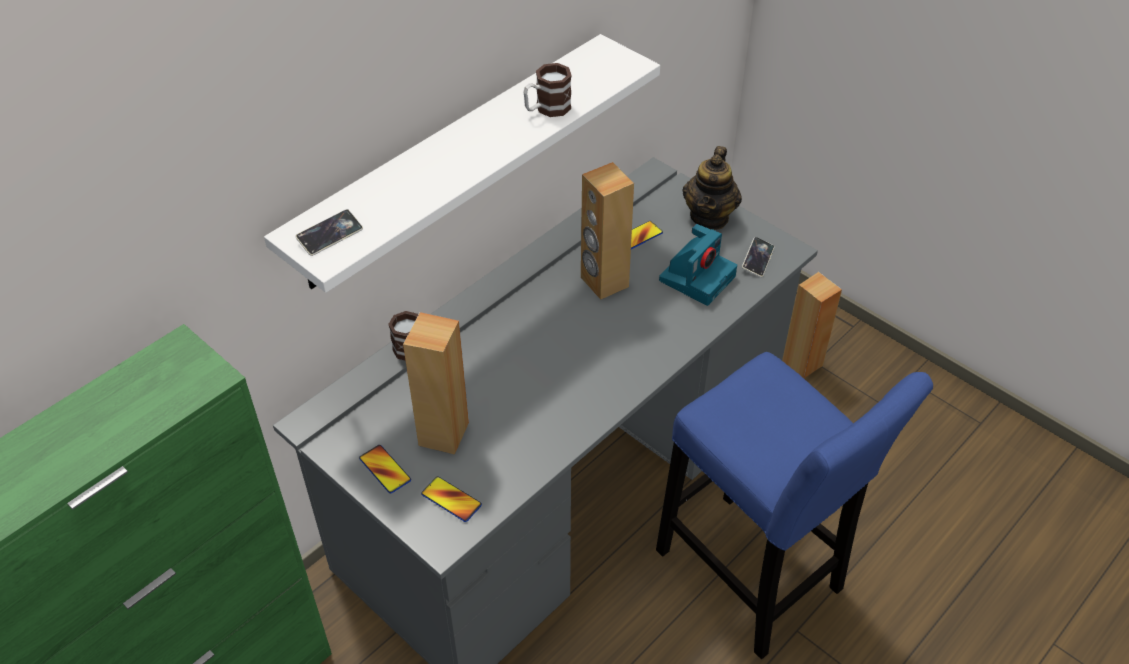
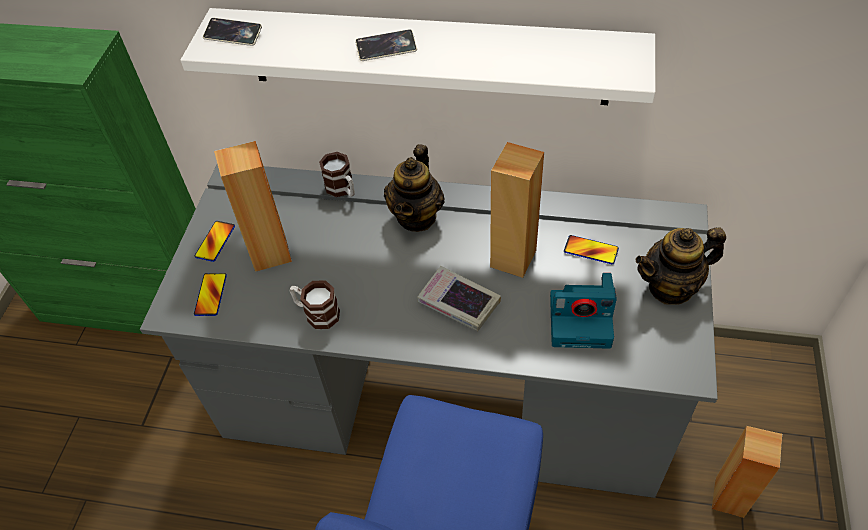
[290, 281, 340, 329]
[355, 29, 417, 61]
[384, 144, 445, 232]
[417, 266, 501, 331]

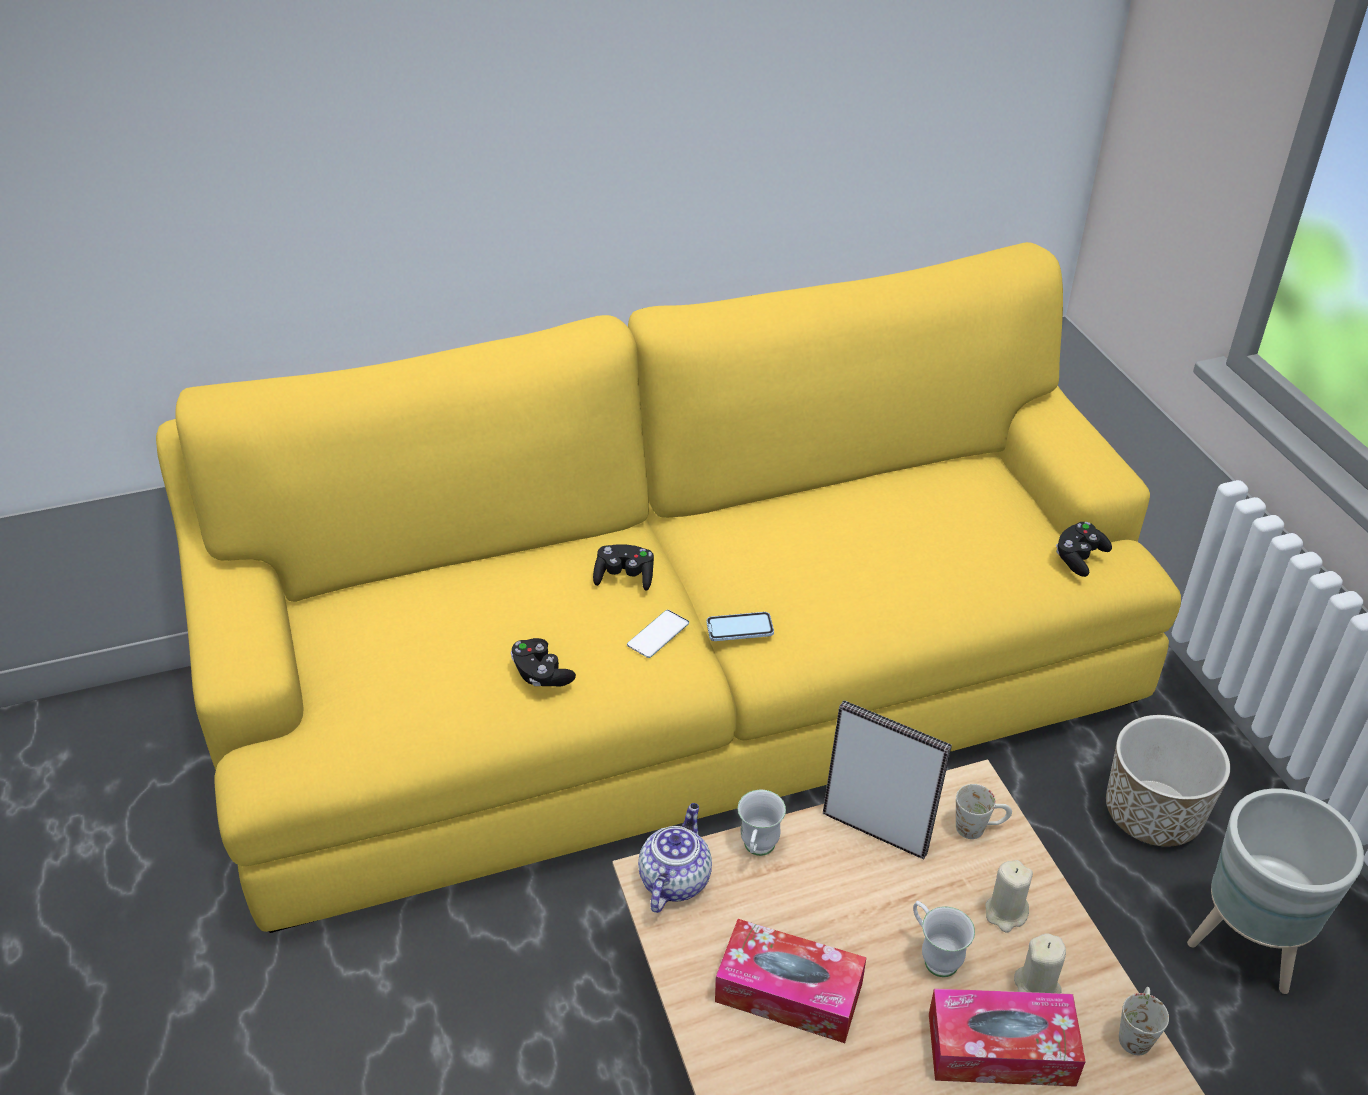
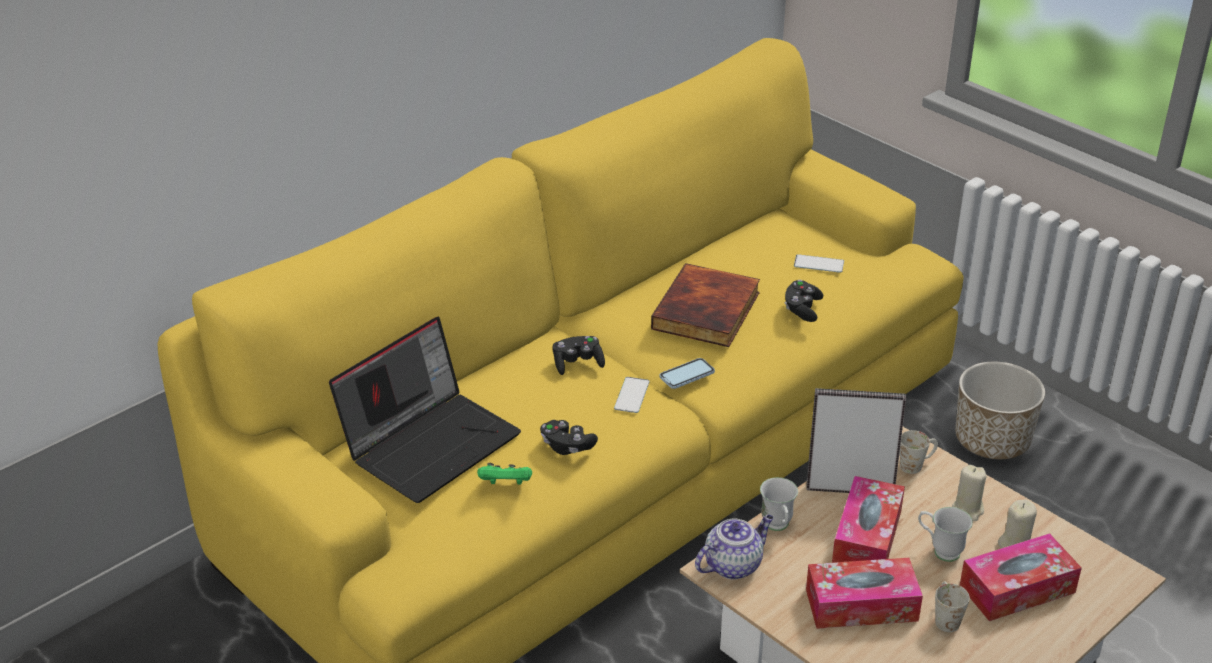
[695, 515, 774, 580]
[785, 280, 823, 322]
[935, 581, 970, 632]
[1187, 789, 1364, 994] (first image)
[329, 317, 521, 503]
[477, 463, 532, 485]
[651, 263, 760, 347]
[794, 254, 844, 273]
[832, 476, 905, 563]

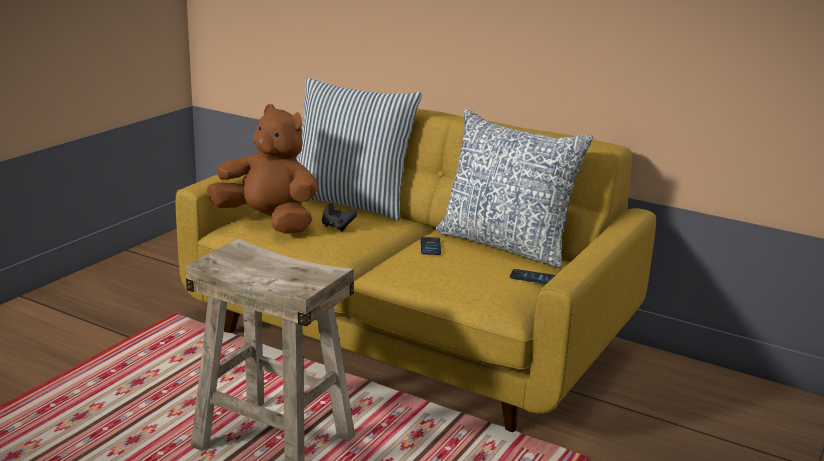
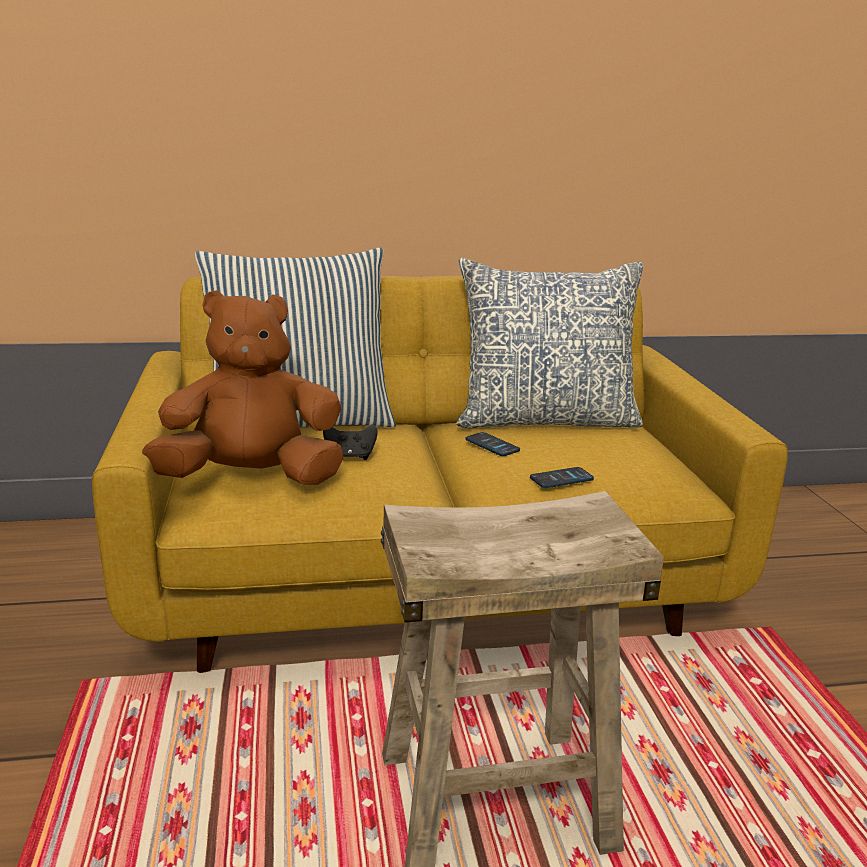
[530, 467, 594, 488]

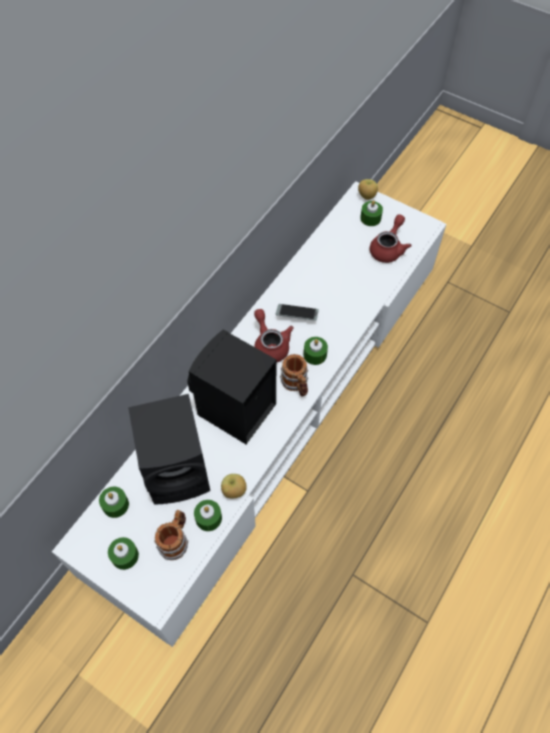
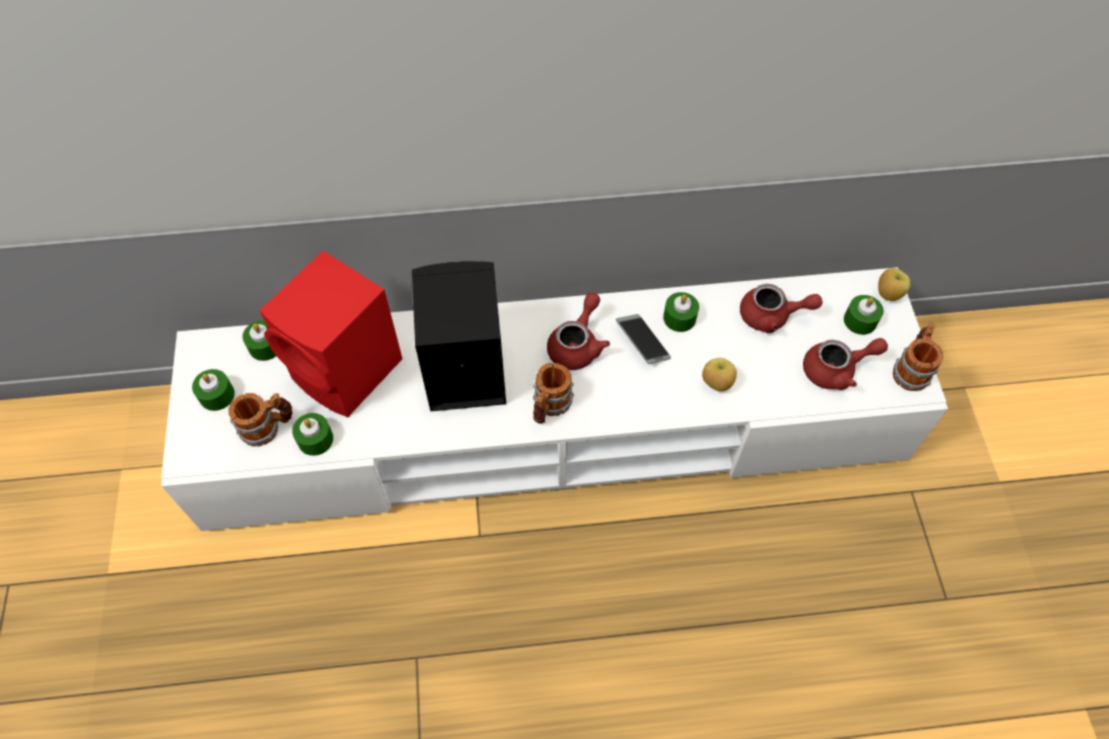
[260, 251, 403, 417]
[702, 358, 737, 392]
[663, 292, 699, 332]
[740, 284, 823, 333]
[893, 323, 943, 391]

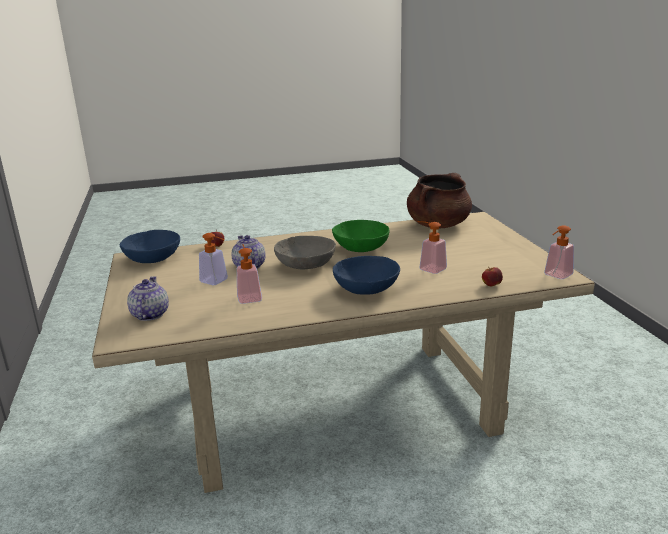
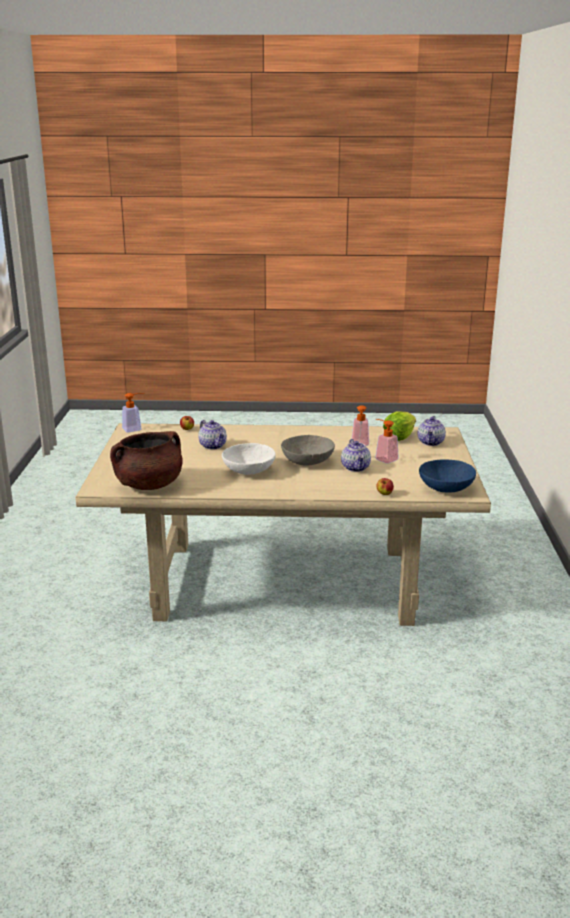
[222, 443, 276, 475]
[333, 256, 400, 295] (first image)
[198, 420, 227, 450]
[383, 411, 416, 441]

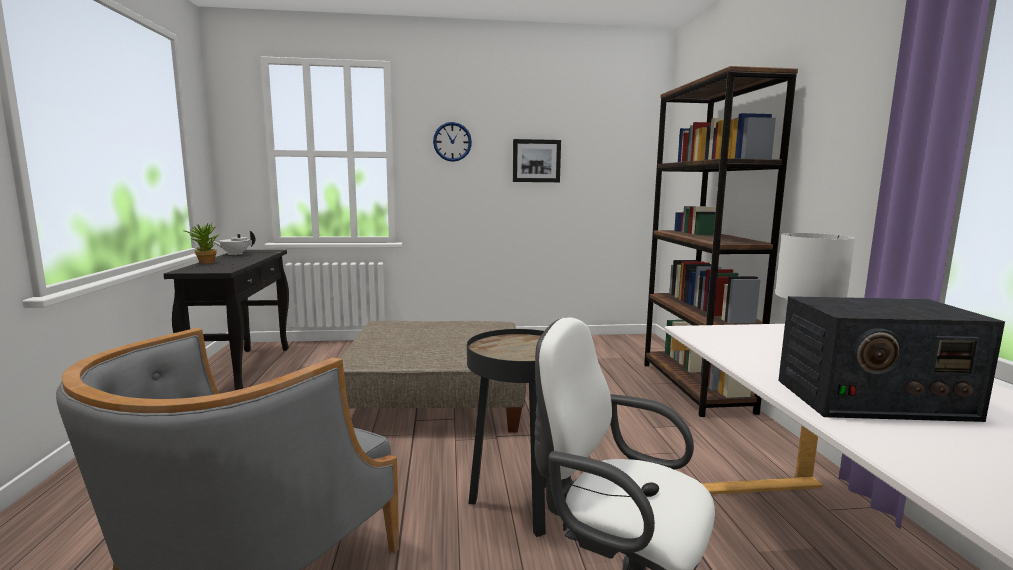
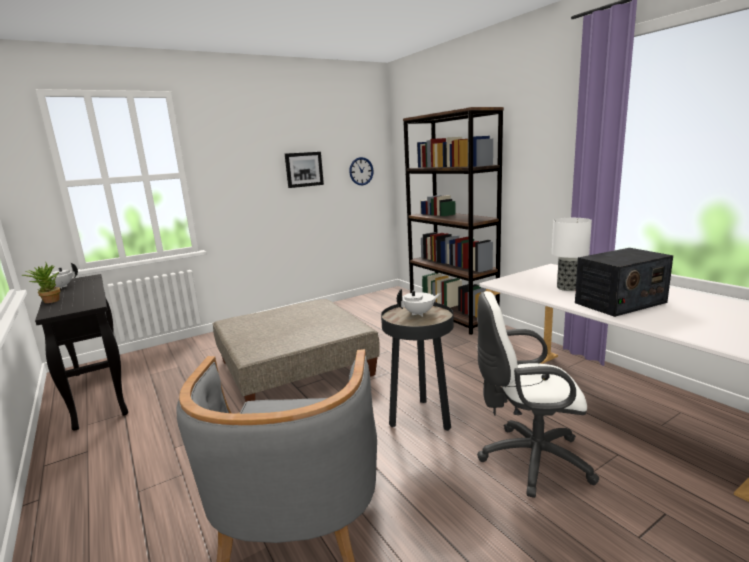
[349, 157, 374, 185]
[397, 289, 441, 317]

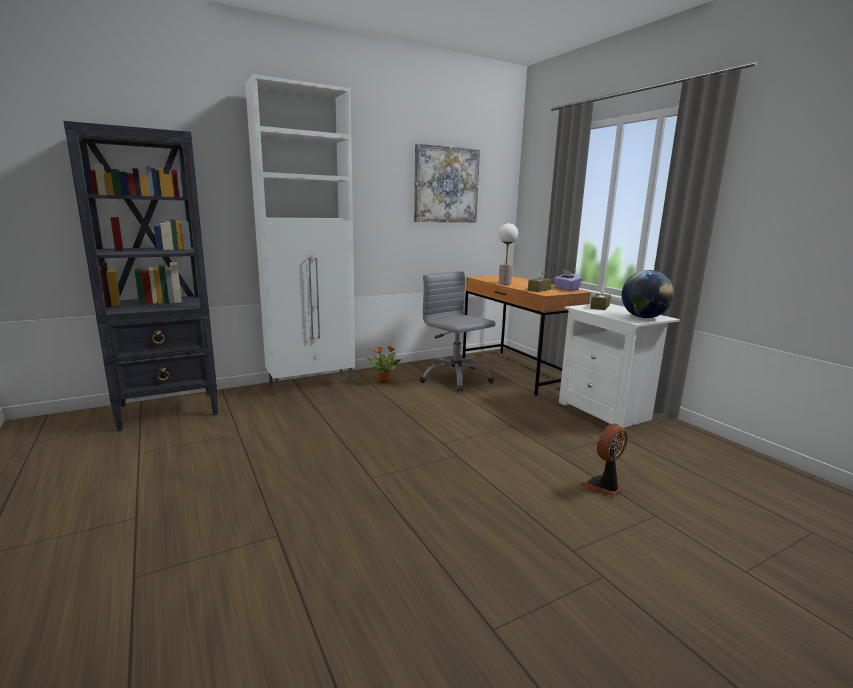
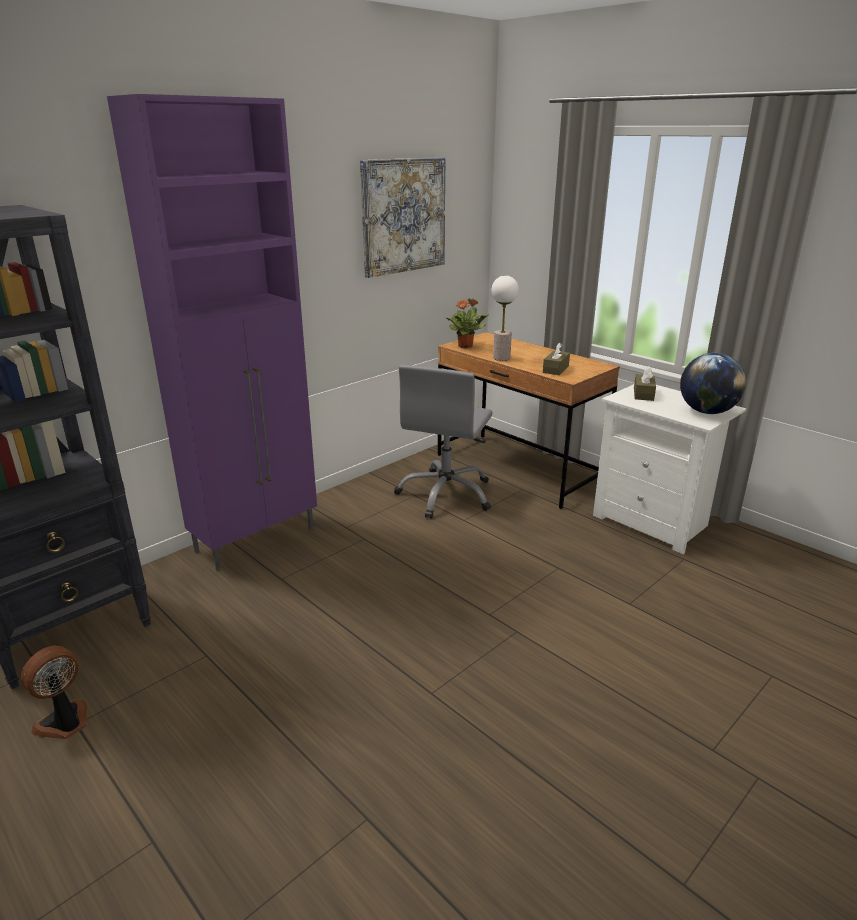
[107, 94, 317, 571]
[445, 298, 489, 348]
[394, 365, 493, 519]
[554, 270, 582, 291] (first image)
[21, 646, 87, 739]

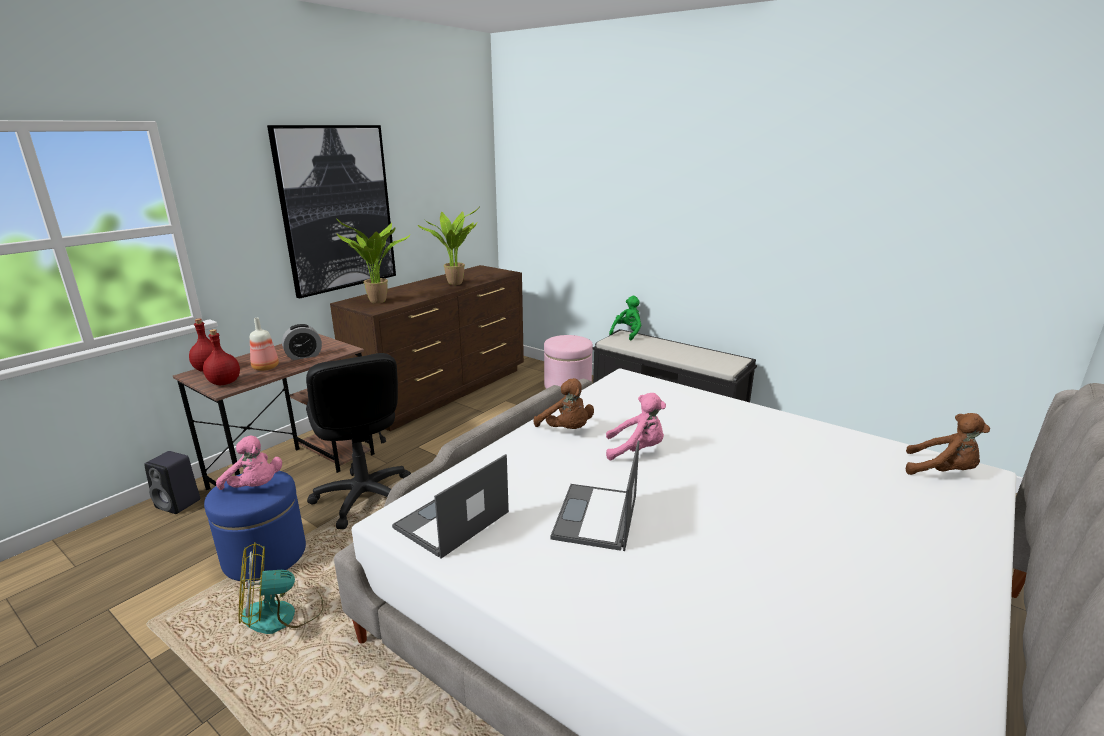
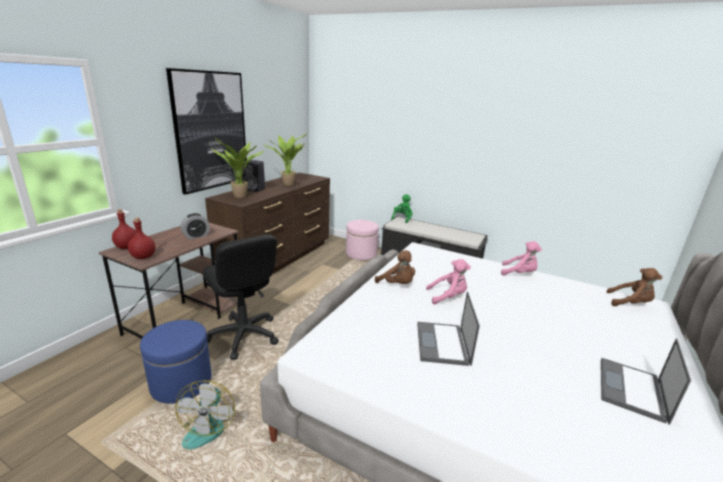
[243, 160, 265, 192]
[501, 241, 542, 276]
[176, 380, 235, 449]
[250, 318, 279, 371] (first image)
[601, 339, 691, 425]

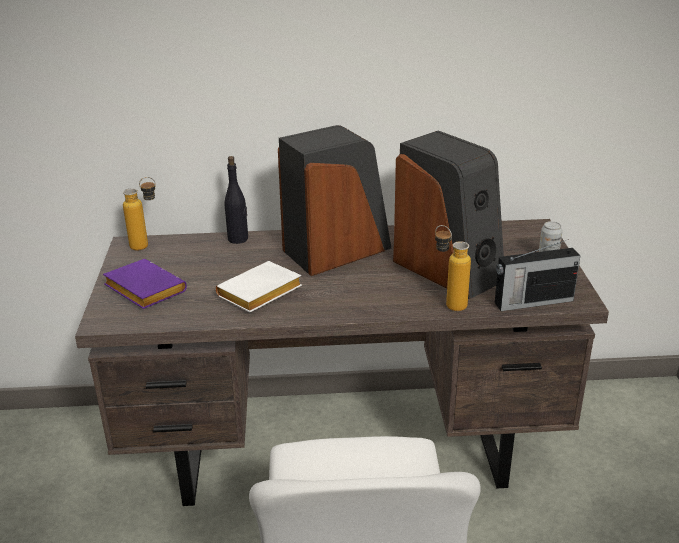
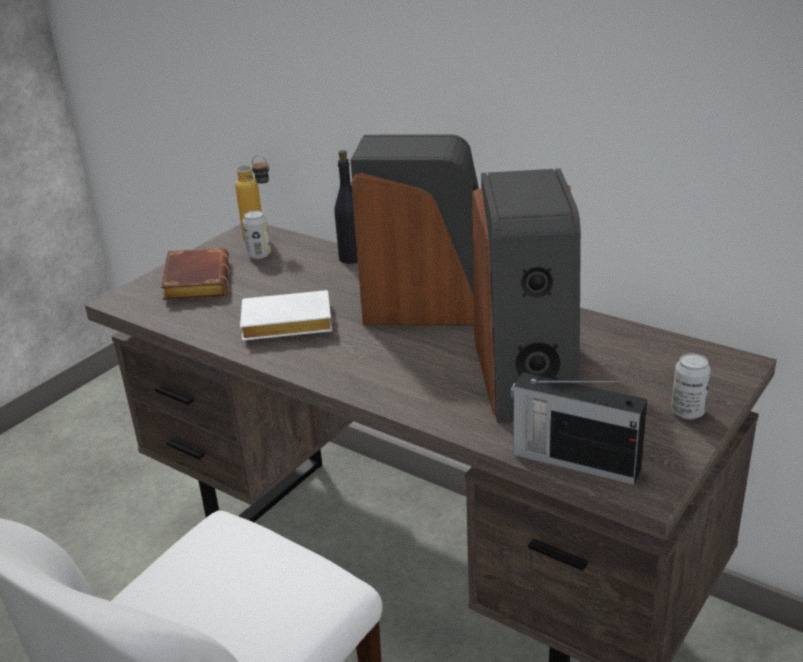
[161, 248, 229, 300]
[435, 225, 471, 311] (first image)
[242, 210, 271, 259]

